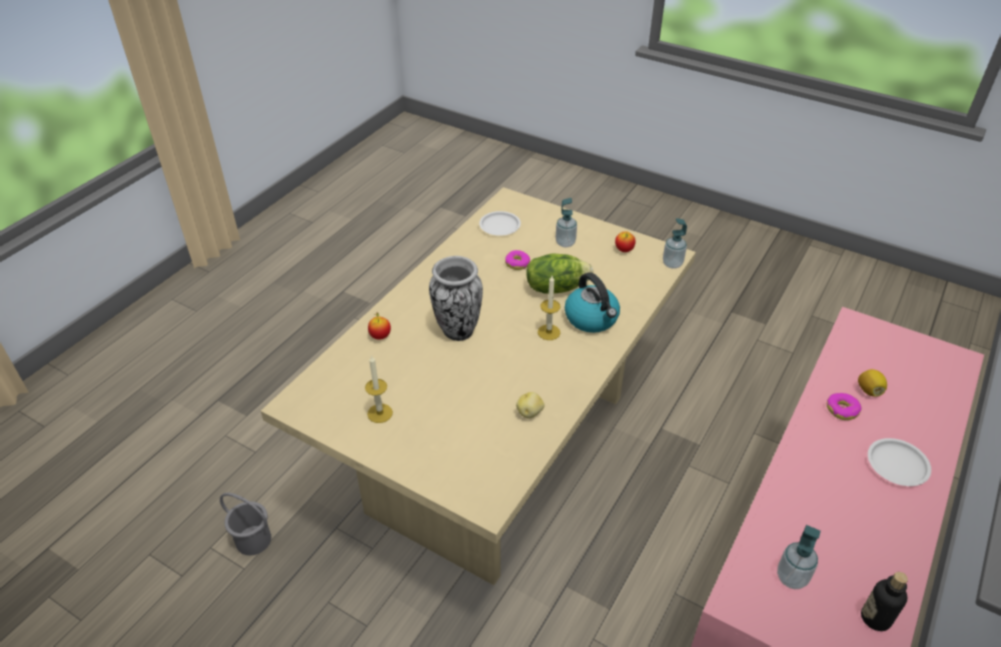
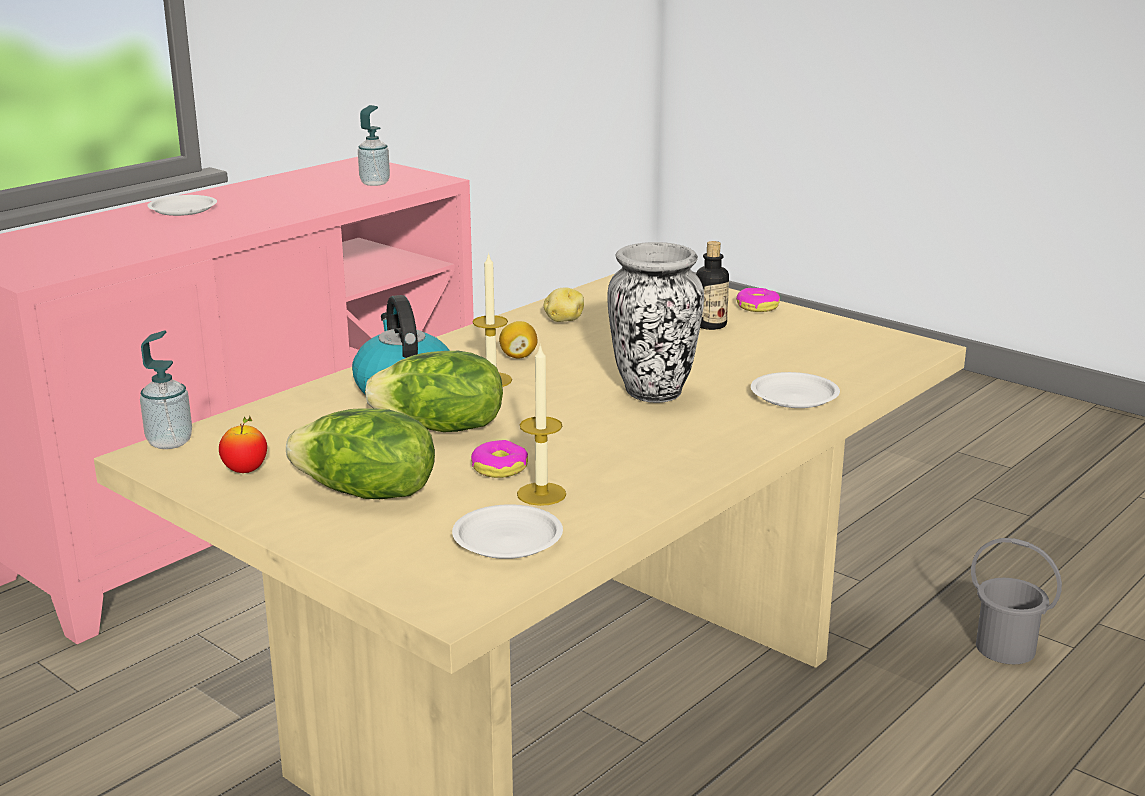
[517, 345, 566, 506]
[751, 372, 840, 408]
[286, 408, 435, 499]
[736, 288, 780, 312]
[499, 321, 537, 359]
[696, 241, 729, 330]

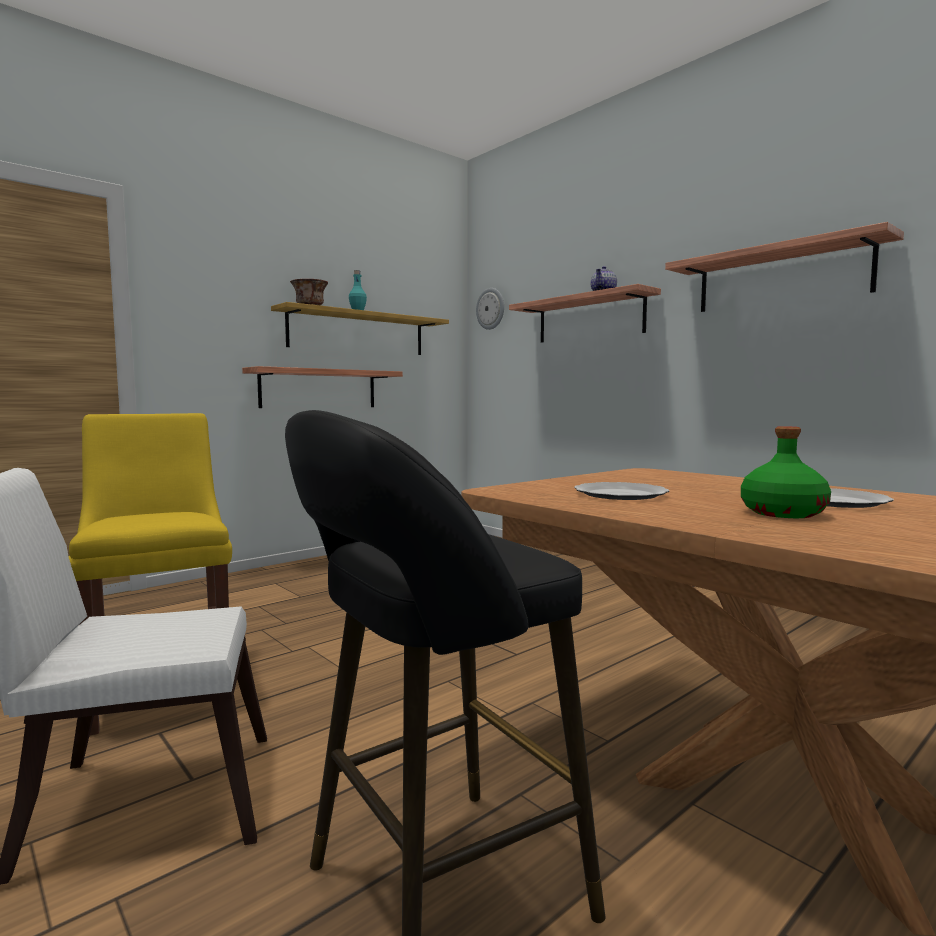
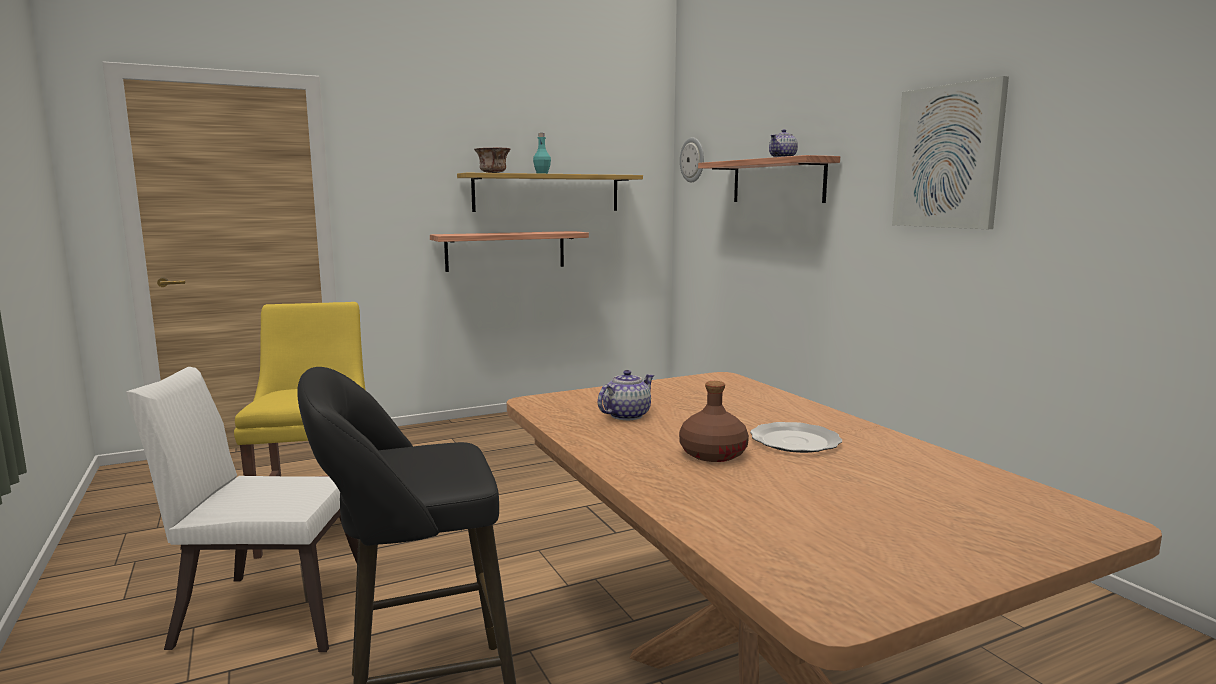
[598, 370, 654, 420]
[892, 76, 1009, 229]
[679, 381, 749, 462]

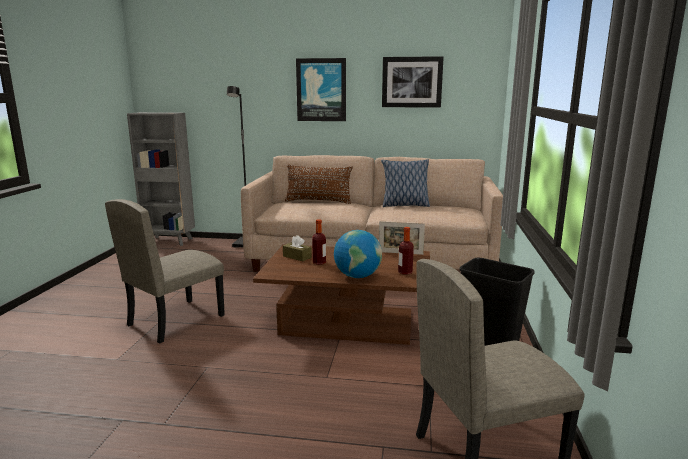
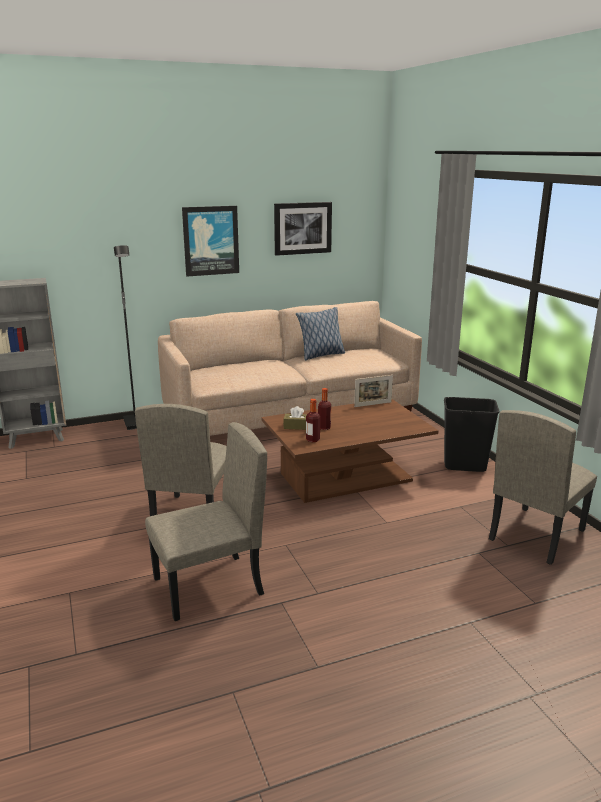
[285, 165, 353, 204] (first image)
[334, 230, 382, 278] (first image)
[306, 399, 320, 442]
[145, 422, 267, 621]

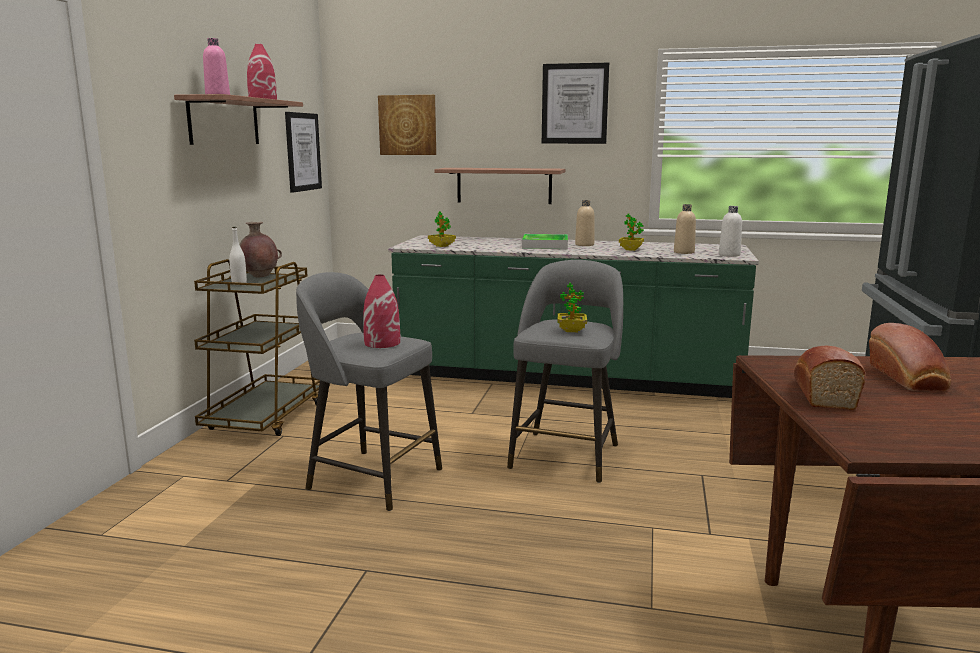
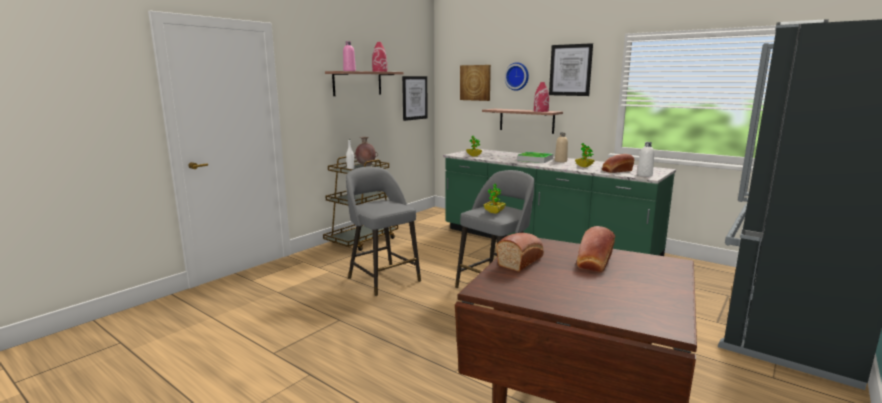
[534, 82, 549, 112]
[602, 154, 634, 173]
[504, 62, 529, 91]

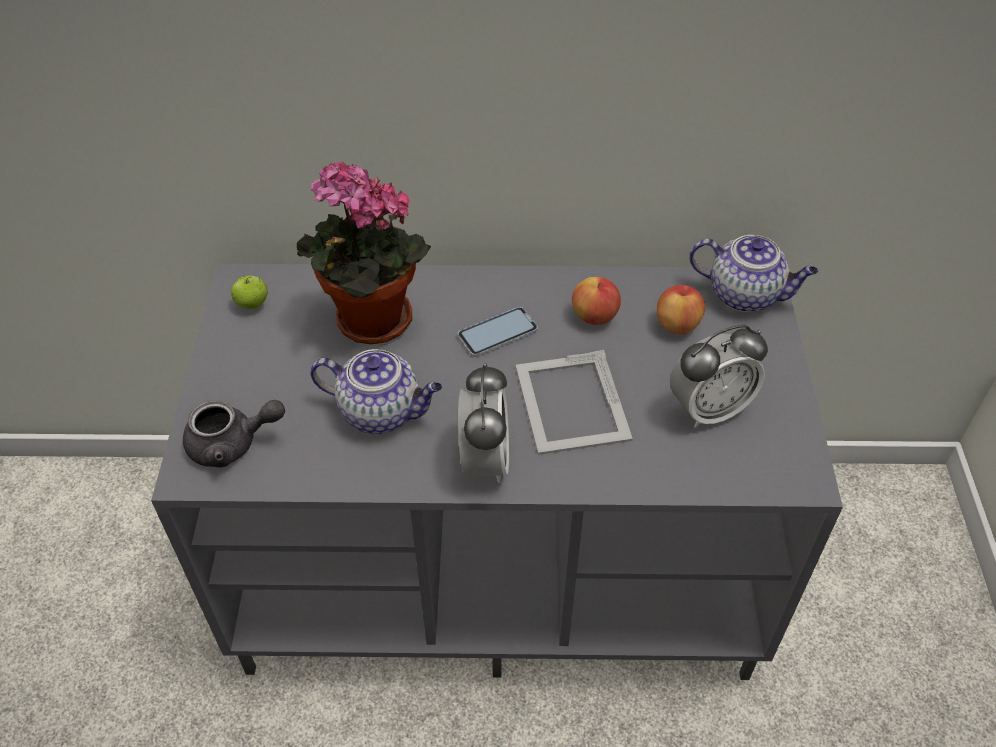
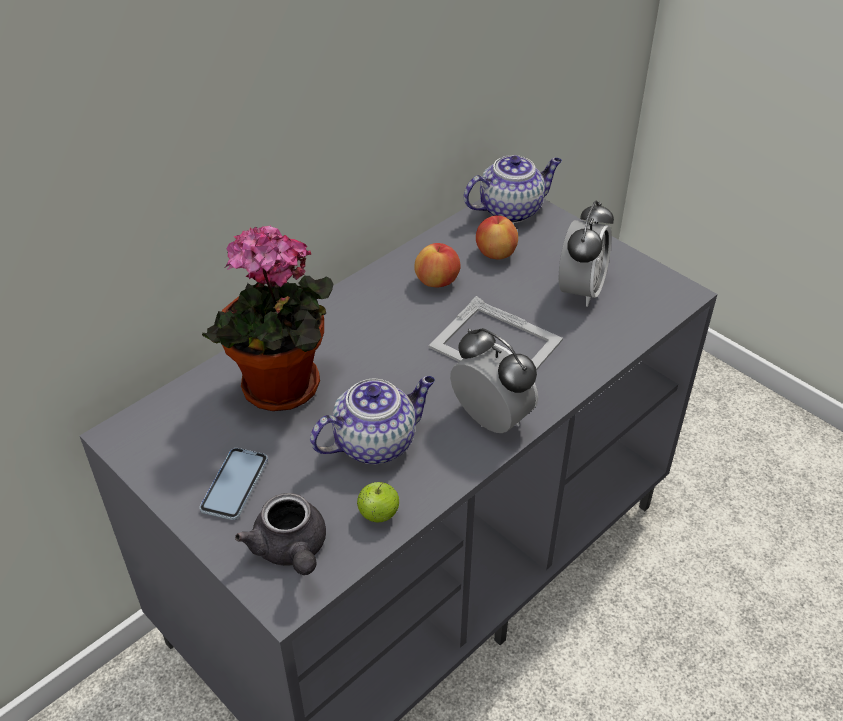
[235, 493, 326, 575]
[357, 482, 399, 522]
[200, 448, 268, 520]

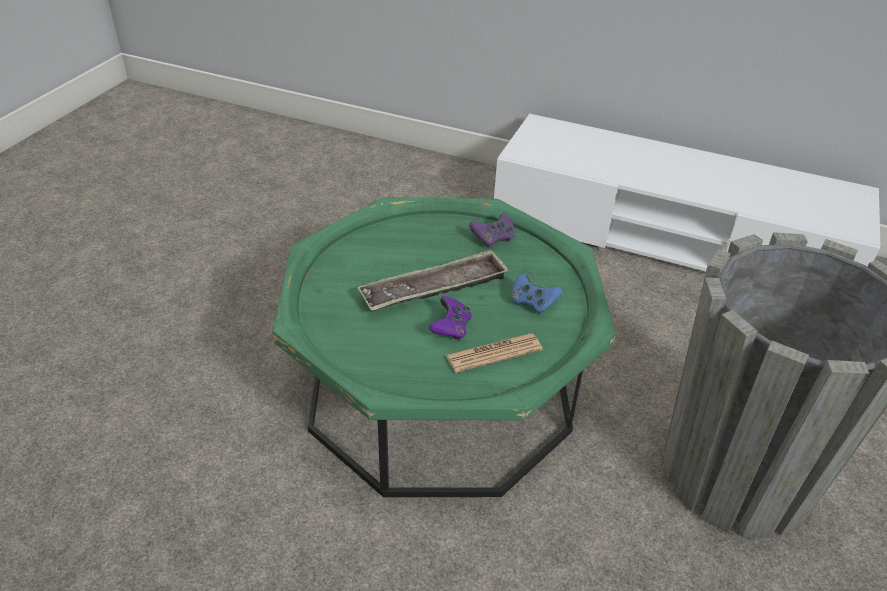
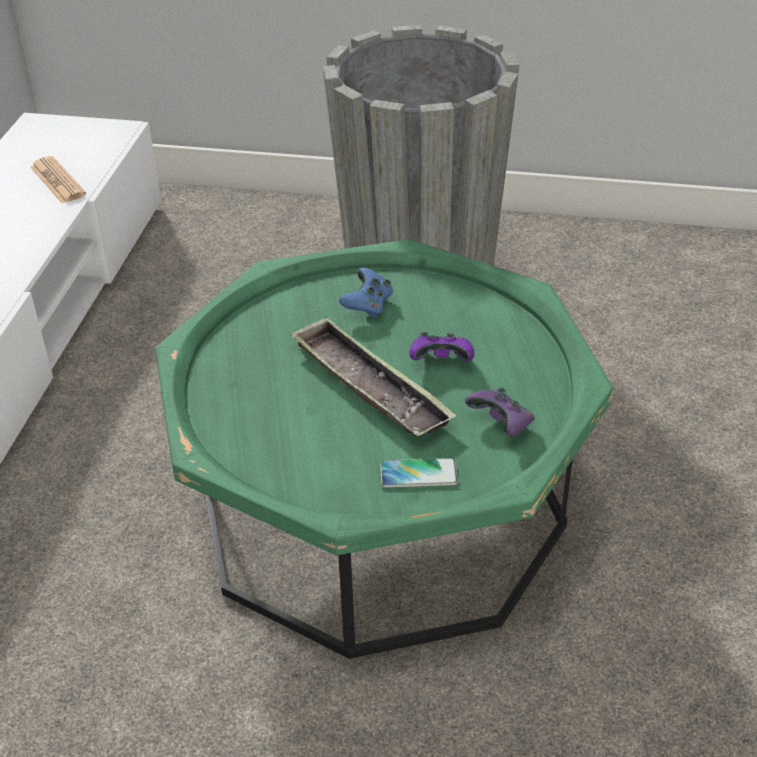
[30, 156, 86, 203]
[465, 387, 535, 436]
[380, 458, 458, 488]

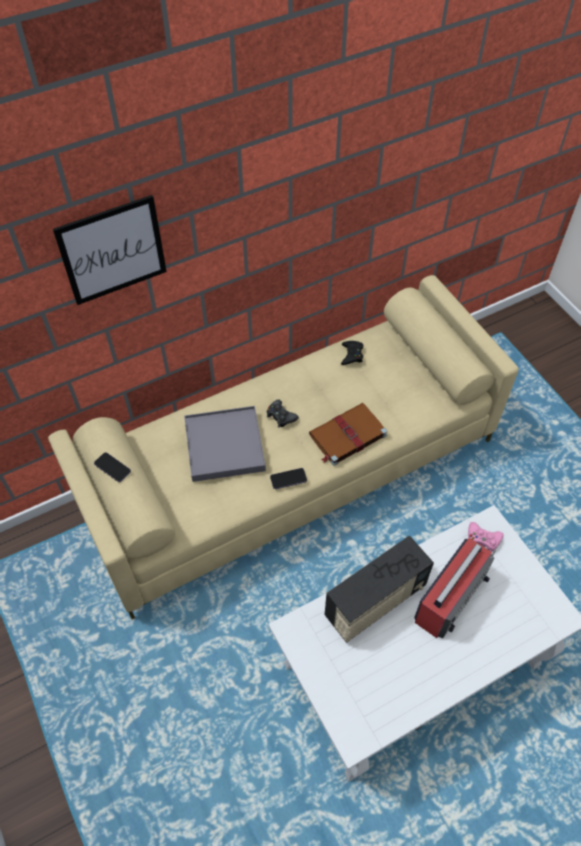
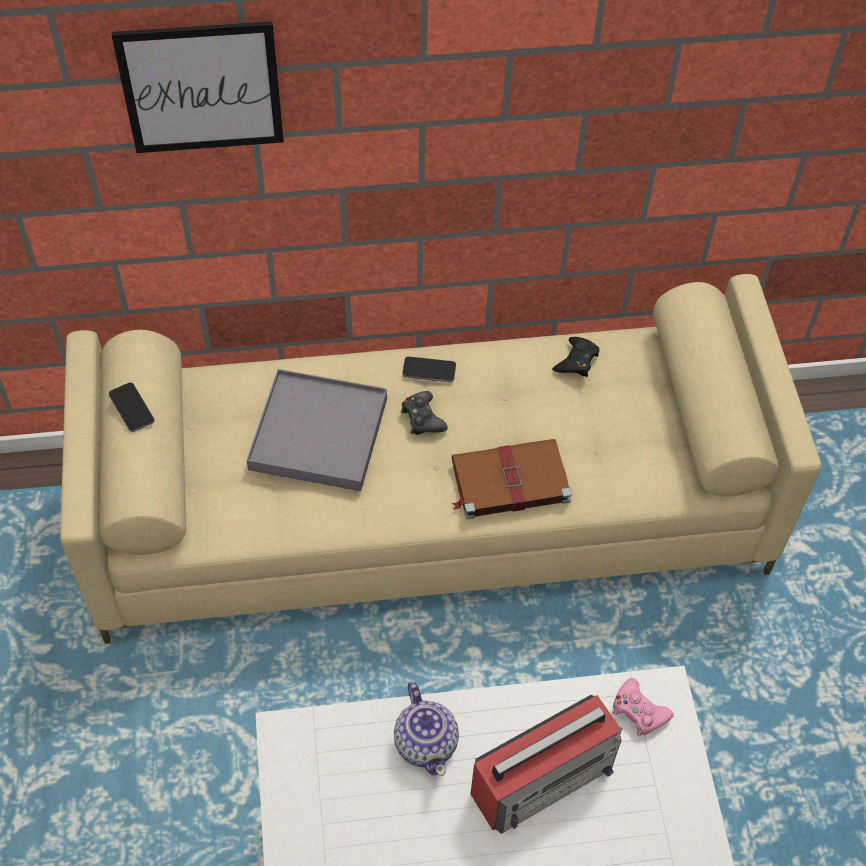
[402, 356, 456, 382]
[394, 682, 459, 776]

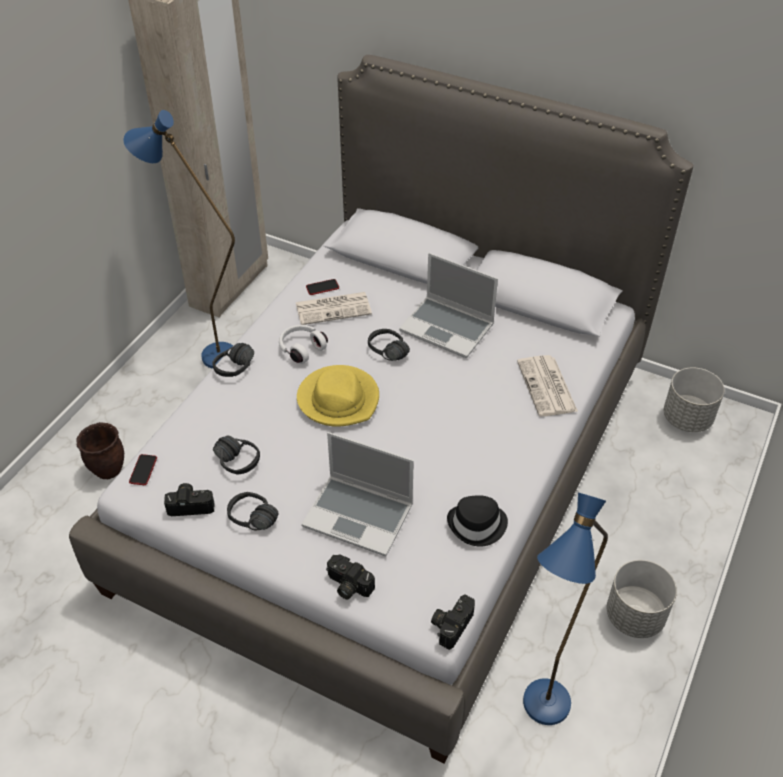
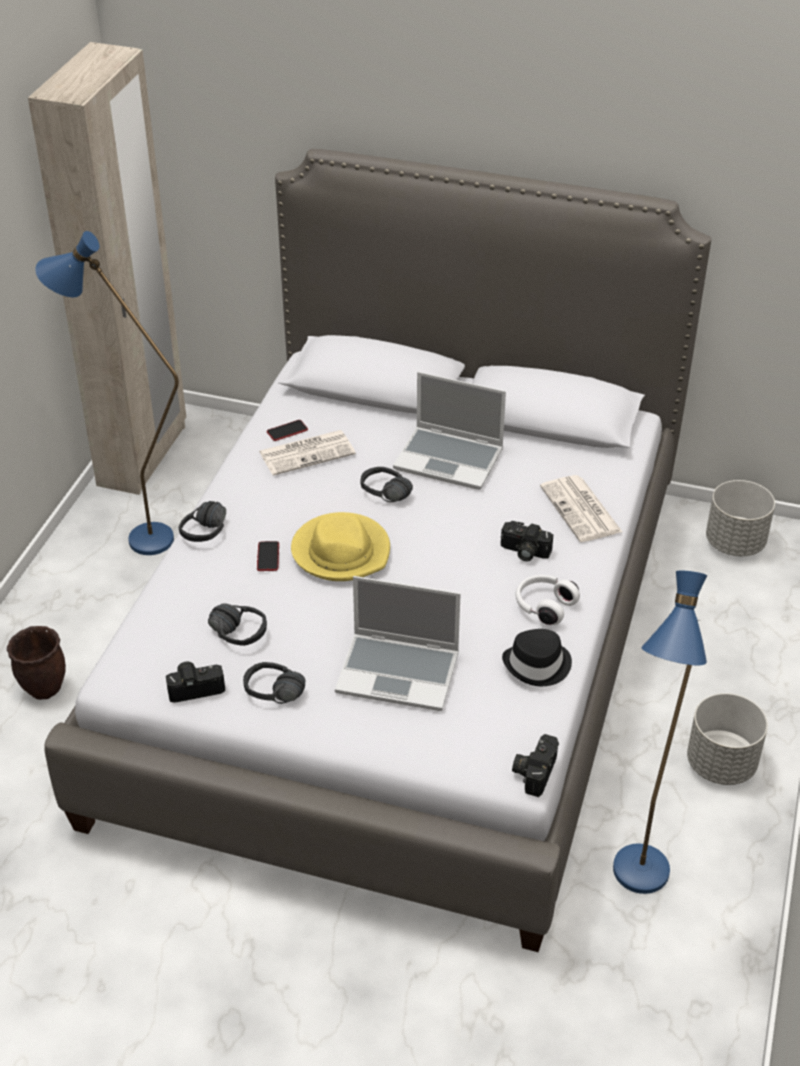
[257, 541, 279, 571]
[515, 575, 580, 625]
[501, 521, 553, 562]

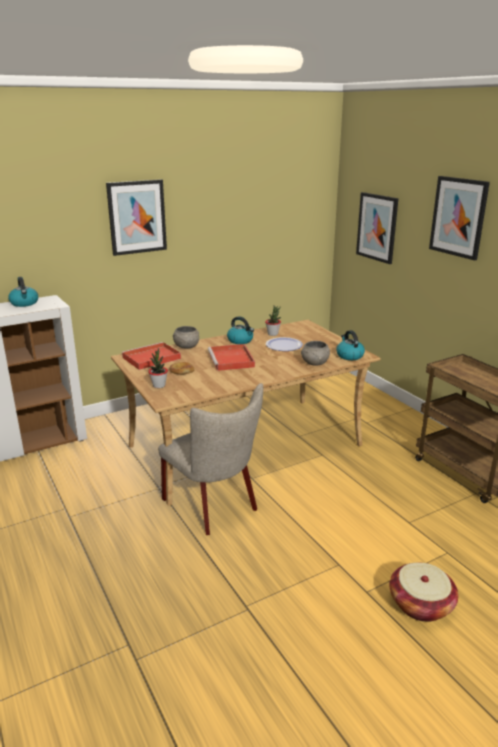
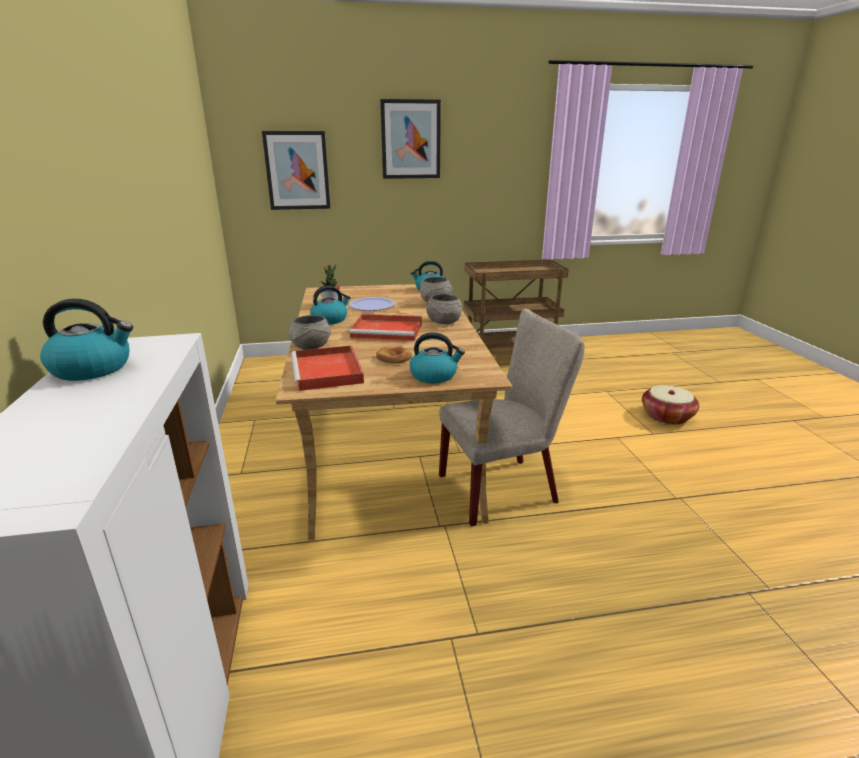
[106, 179, 167, 256] (first image)
[410, 332, 465, 383]
[426, 294, 462, 324]

